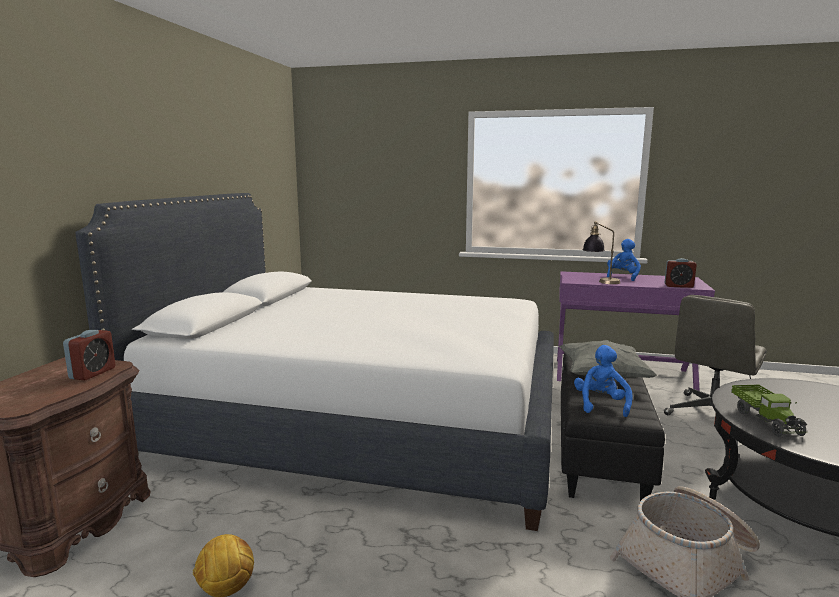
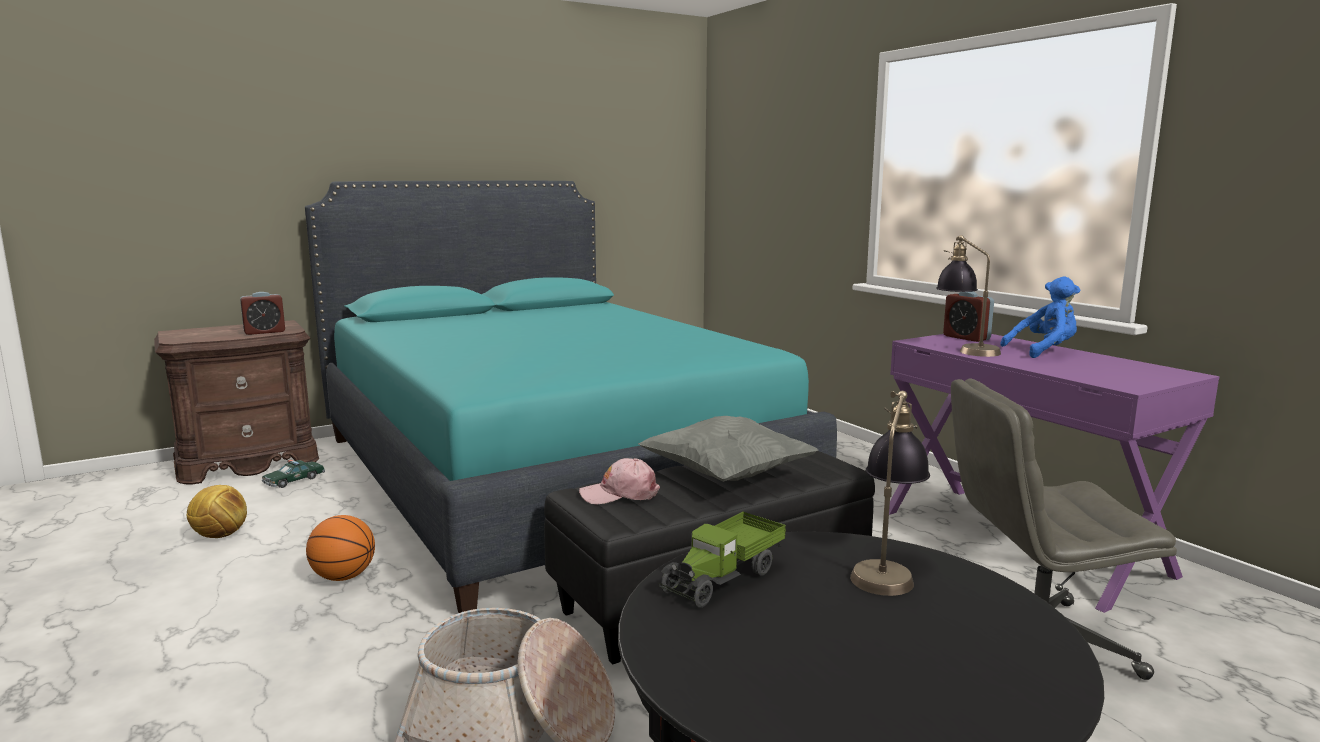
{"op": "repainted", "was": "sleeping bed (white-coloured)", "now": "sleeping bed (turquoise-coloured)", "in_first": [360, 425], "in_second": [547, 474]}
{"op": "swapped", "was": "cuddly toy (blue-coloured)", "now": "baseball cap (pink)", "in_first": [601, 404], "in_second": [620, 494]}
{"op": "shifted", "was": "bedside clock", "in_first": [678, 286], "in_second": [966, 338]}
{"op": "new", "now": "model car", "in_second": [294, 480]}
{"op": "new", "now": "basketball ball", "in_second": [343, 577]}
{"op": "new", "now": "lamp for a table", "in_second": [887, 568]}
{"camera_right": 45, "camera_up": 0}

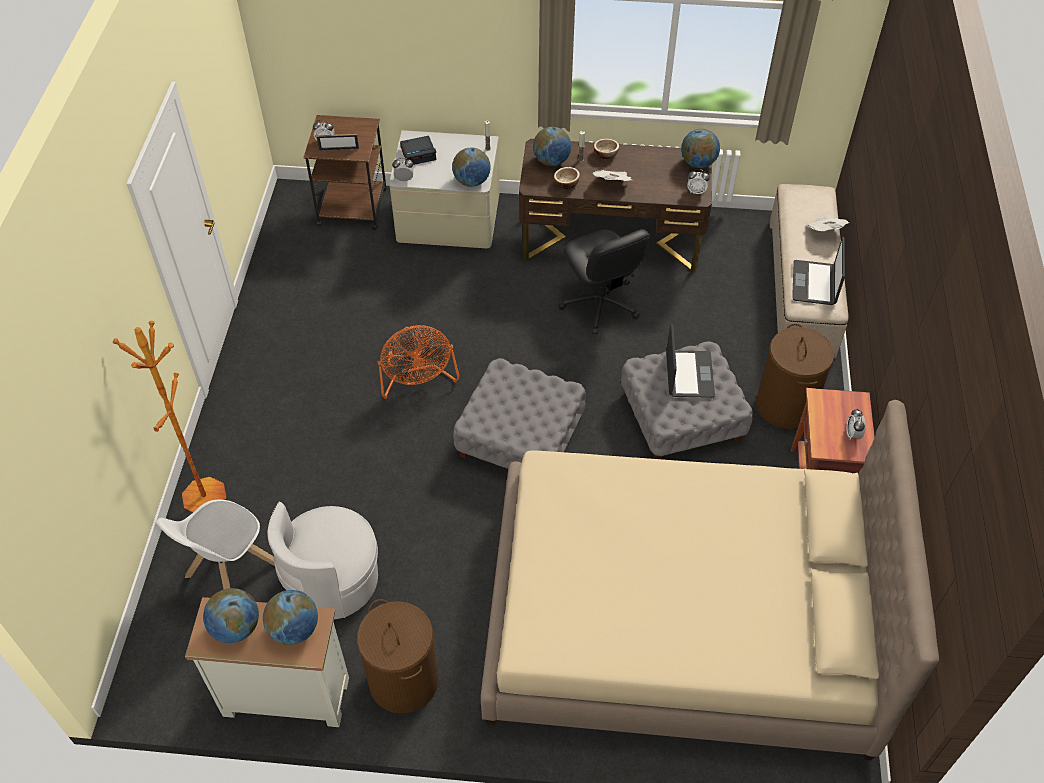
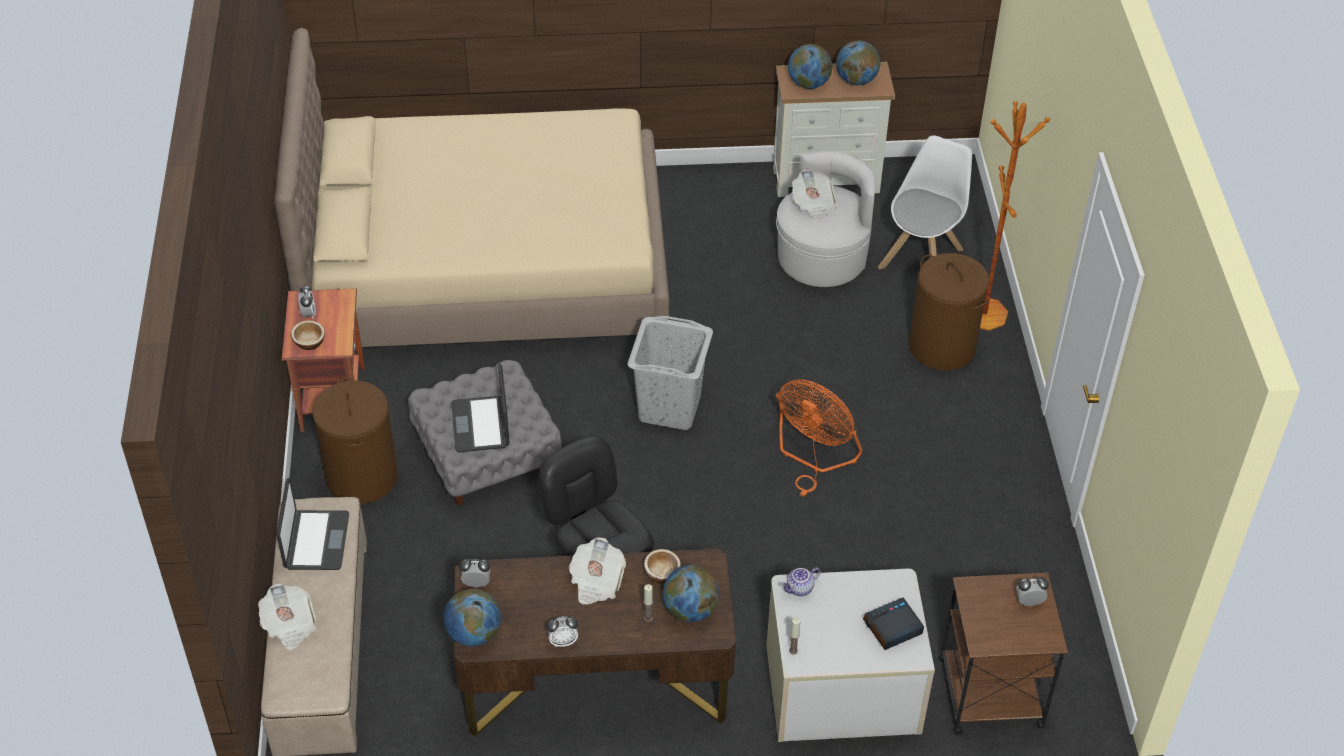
{"op": "gone", "was": "photo frame", "in_first": [339, 149]}
{"op": "shifted", "was": "laundry basket (brown-coloured)", "in_first": [403, 680], "in_second": [942, 347]}
{"op": "rotated", "was": "fan (orangey)", "in_first": [414, 379], "in_second": [810, 456], "clockwise": 60}
{"op": "shifted", "was": "bedside clock", "in_first": [404, 179], "in_second": [563, 641]}
{"op": "swapped", "was": "world globe", "now": "pot for tea", "in_first": [472, 181], "in_second": [799, 589]}
{"op": "swapped", "was": "pouffe (greyish)", "now": "laundry basket (greyish)", "in_first": [520, 436], "in_second": [670, 407]}
{"op": "shifted", "was": "bowl", "in_first": [606, 154], "in_second": [309, 342]}
{"op": "new", "now": "daily paper", "in_second": [813, 205]}
{"camera_right": 170, "camera_up": -5}

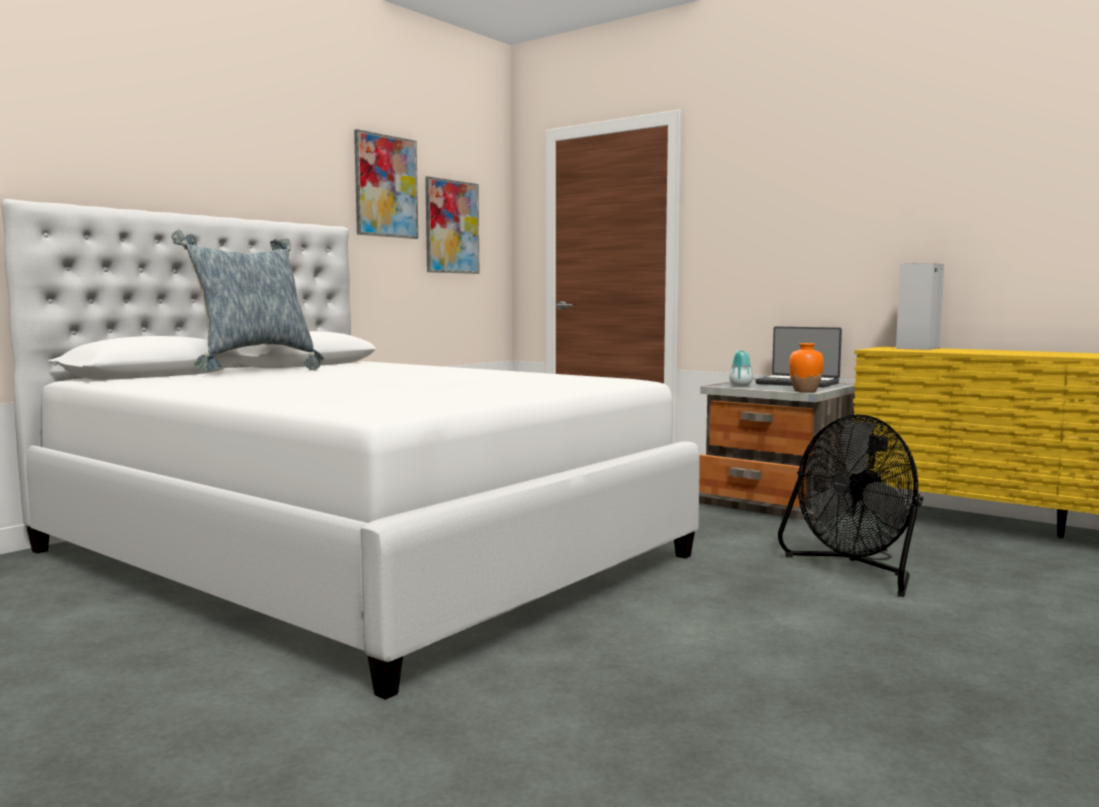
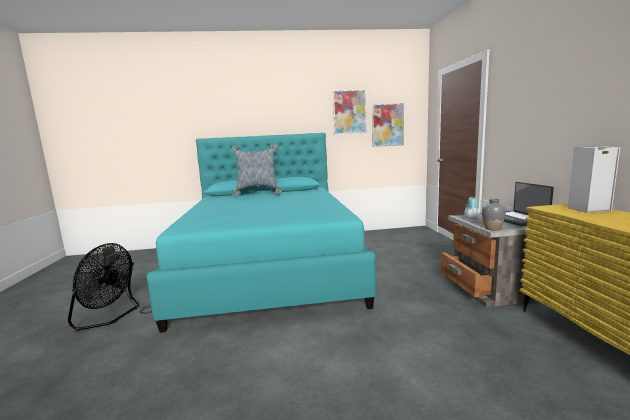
{"op": "repainted", "was": "sleeping bed (white-coloured)", "now": "sleeping bed (turquoise-coloured)", "in_first": [358, 553], "in_second": [270, 268]}
{"op": "shifted", "was": "fan (black-coloured)", "in_first": [857, 569], "in_second": [120, 313]}
{"op": "repainted", "was": "decorative vase (orangey)", "now": "decorative vase (greyish)", "in_first": [805, 391], "in_second": [492, 228]}
{"camera_right": 45, "camera_up": 5}

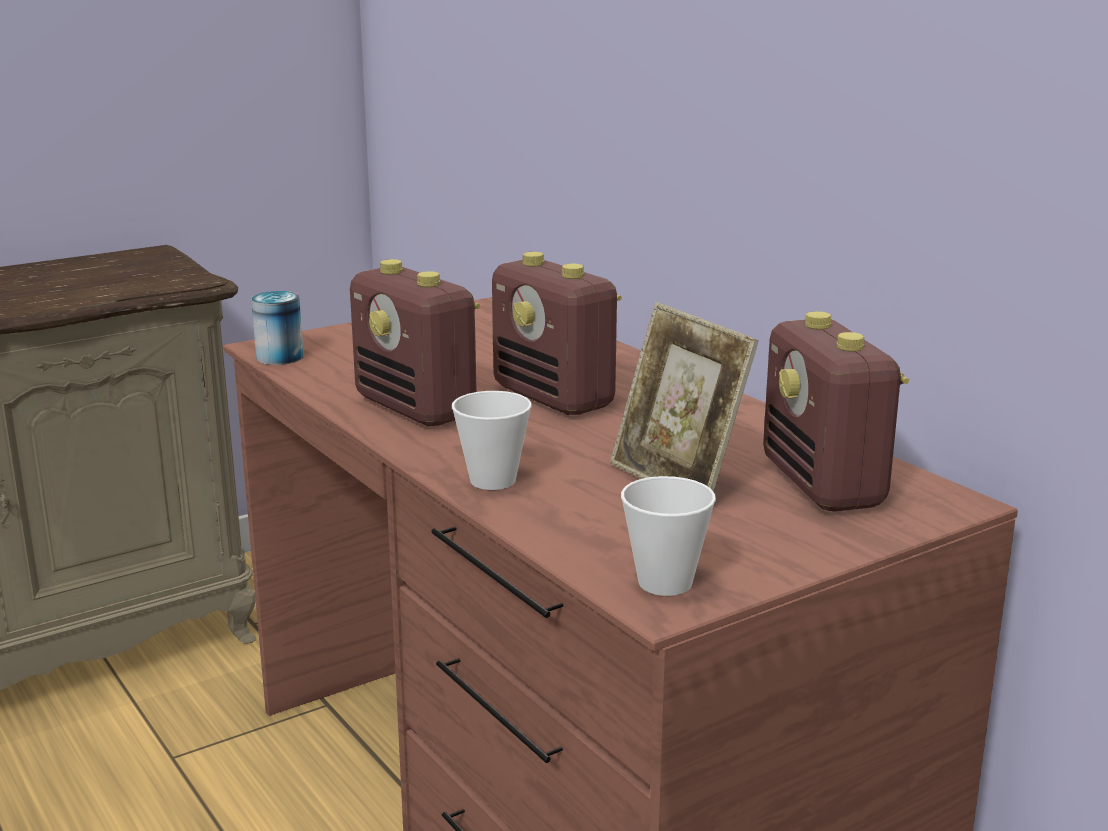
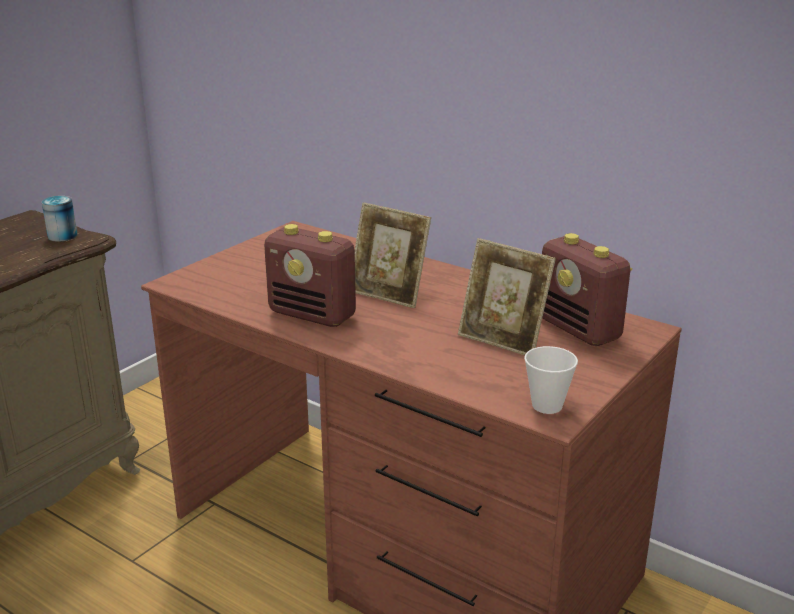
{"op": "shifted", "was": "can", "in_first": [280, 357], "in_second": [62, 236]}
{"op": "gone", "was": "small cup", "in_first": [493, 480]}
{"op": "swapped", "was": "radio", "now": "photo frame", "in_first": [555, 398], "in_second": [388, 295]}
{"camera_right": -20, "camera_up": 5}

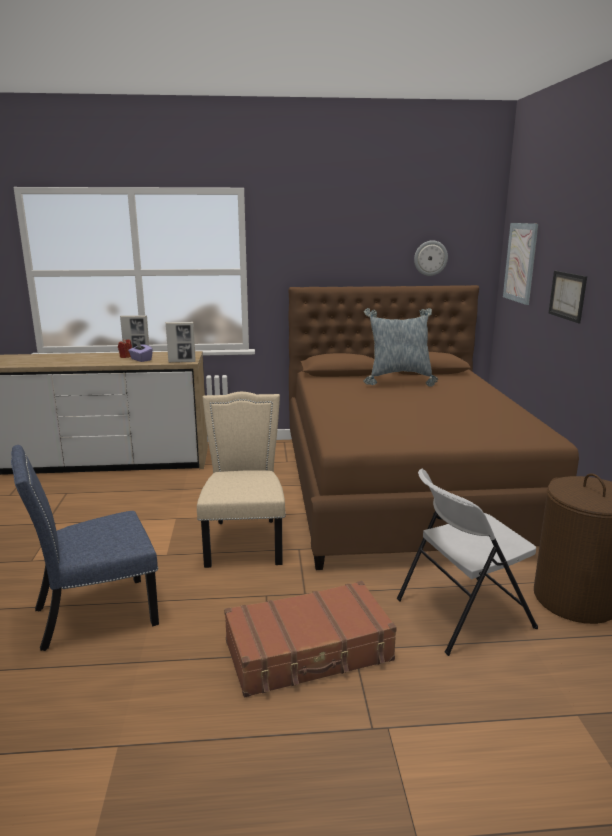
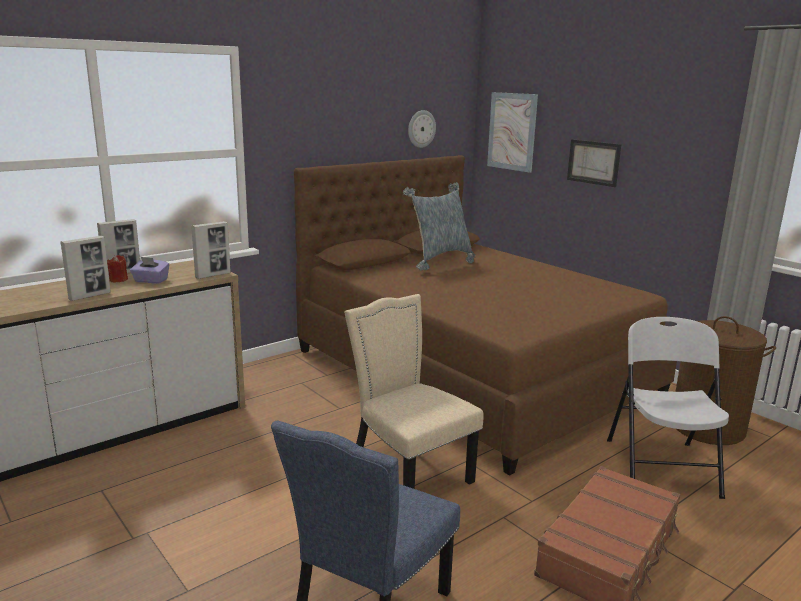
{"op": "rotated", "was": "plain chair (white-coloured)", "in_first": [464, 613], "in_second": [662, 467], "clockwise": 150}
{"op": "new", "now": "photo frame", "in_second": [90, 296]}
{"camera_right": -35, "camera_up": 0}

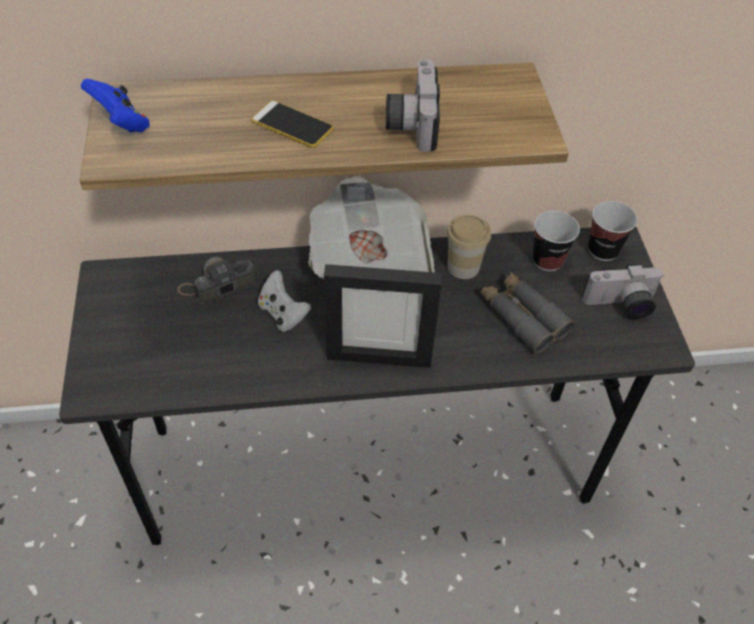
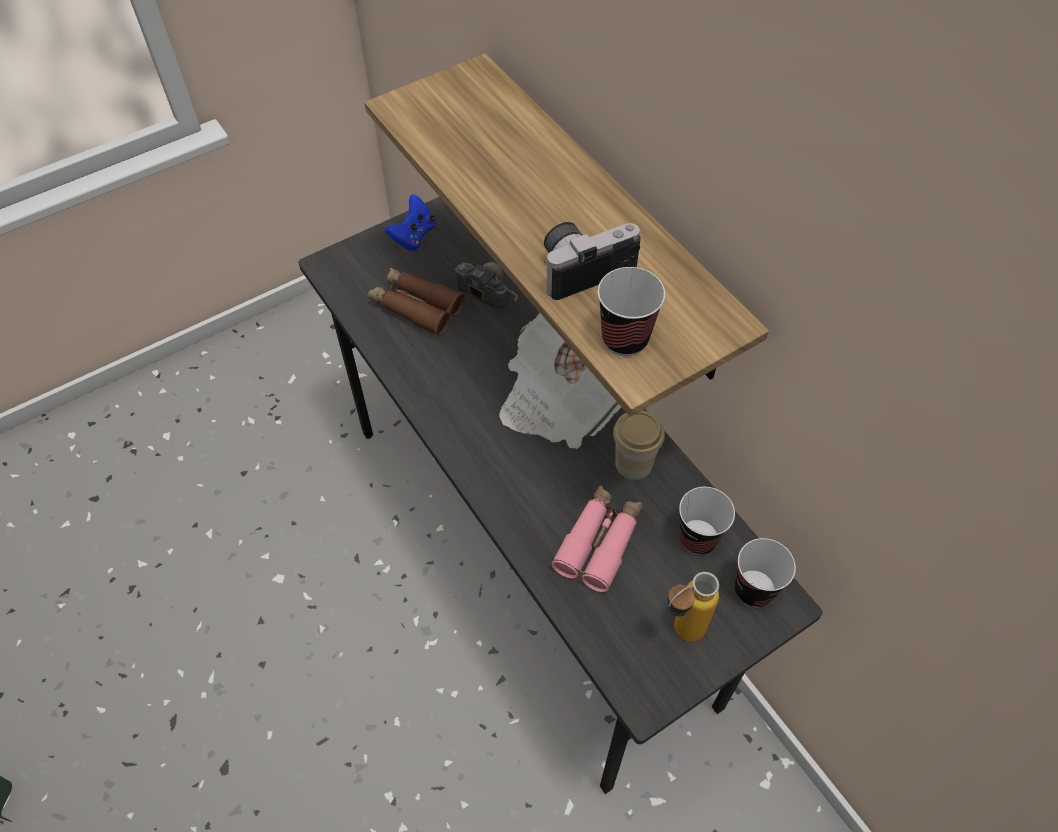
{"op": "shifted", "was": "joypad (blue-coloured)", "in_first": [122, 123], "in_second": [413, 236]}
{"op": "gone", "was": "telephone", "in_first": [292, 125]}
{"op": "gone", "was": "joypad (white-coloured)", "in_first": [283, 314]}
{"op": "gone", "was": "photo frame", "in_first": [379, 356]}
{"op": "repainted", "was": "binoculars (greyish)", "now": "binoculars (pink)", "in_first": [522, 317], "in_second": [599, 542]}
{"op": "swapped", "was": "photo camera", "now": "bottle", "in_first": [620, 306], "in_second": [678, 634]}
{"op": "new", "now": "binoculars (brown-coloured)", "in_second": [416, 306]}
{"op": "new", "now": "small cup", "in_second": [625, 339]}
{"camera_right": 65, "camera_up": 5}

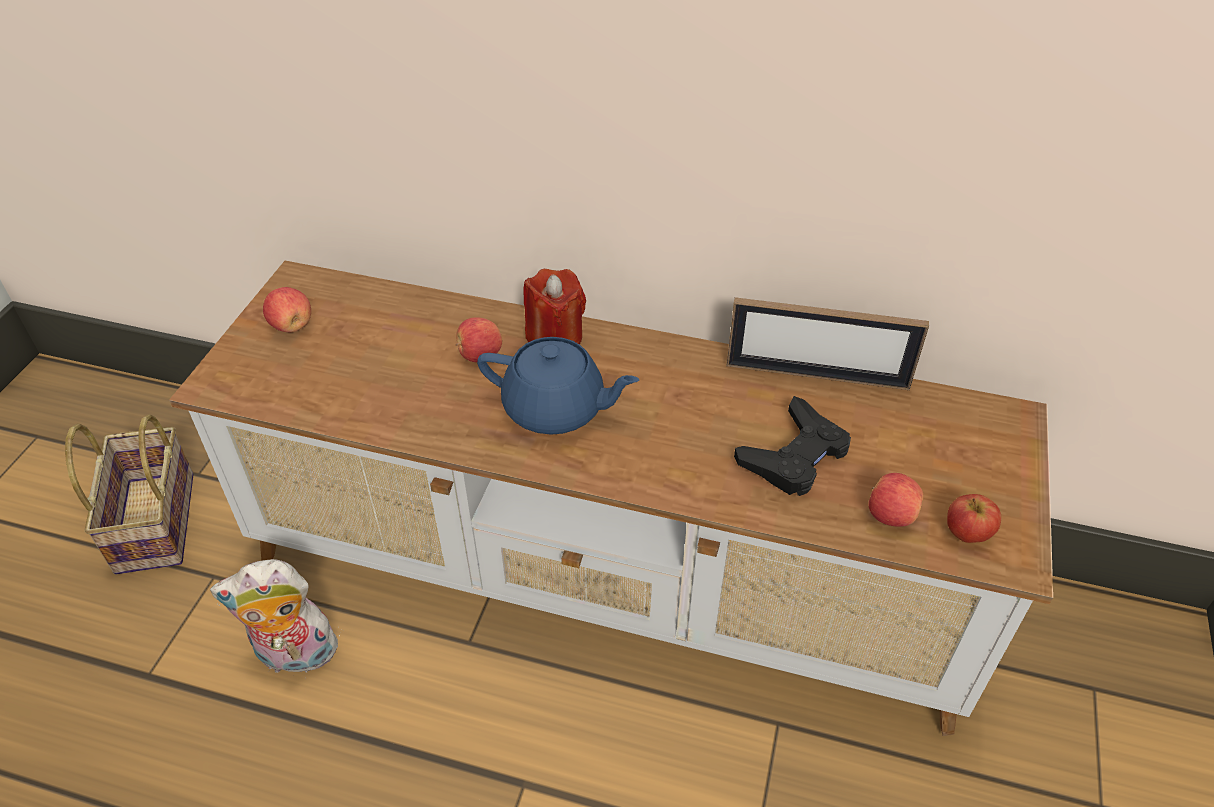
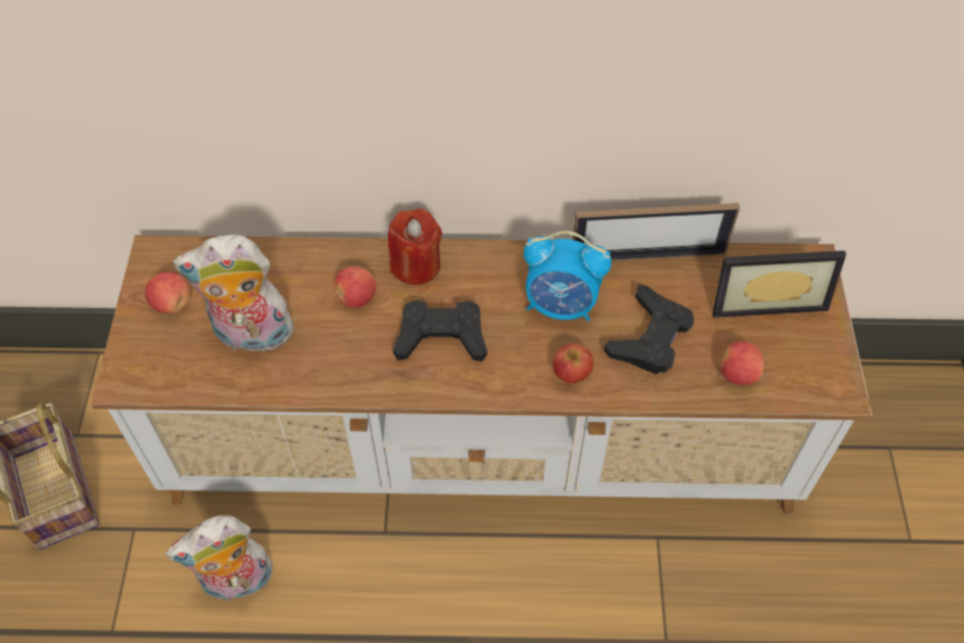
{"op": "swapped", "was": "pot for tea (blue-coloured)", "now": "joypad (black-coloured)", "in_first": [556, 409], "in_second": [441, 337]}
{"op": "shifted", "was": "apple fruit", "in_first": [967, 533], "in_second": [572, 374]}
{"op": "new", "now": "cuddly toy", "in_second": [251, 336]}
{"op": "new", "now": "bedside clock", "in_second": [561, 305]}
{"op": "new", "now": "photo frame", "in_second": [766, 297]}
{"camera_right": -15, "camera_up": 10}

